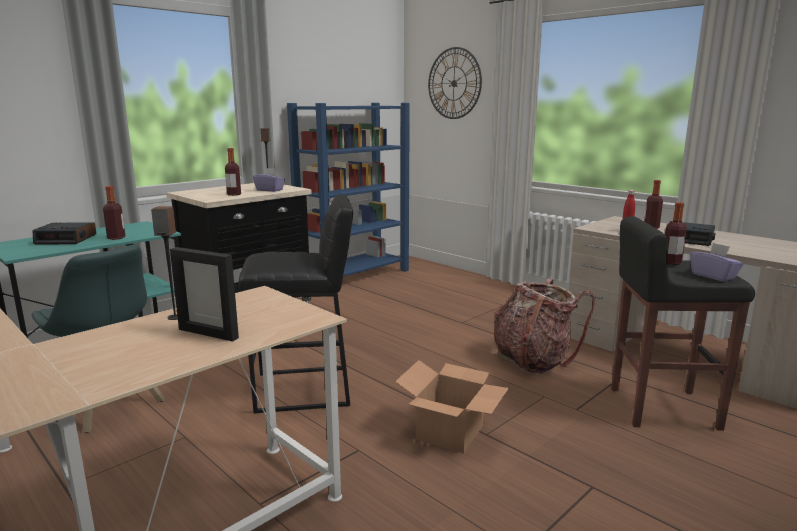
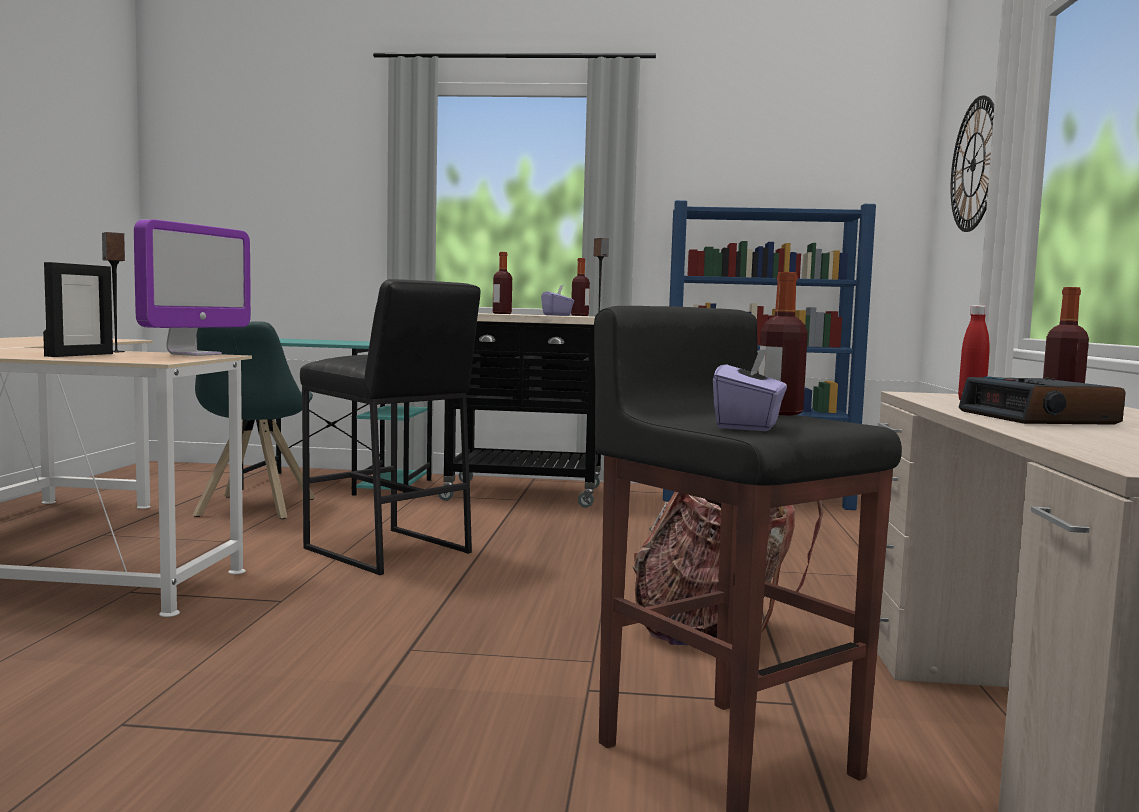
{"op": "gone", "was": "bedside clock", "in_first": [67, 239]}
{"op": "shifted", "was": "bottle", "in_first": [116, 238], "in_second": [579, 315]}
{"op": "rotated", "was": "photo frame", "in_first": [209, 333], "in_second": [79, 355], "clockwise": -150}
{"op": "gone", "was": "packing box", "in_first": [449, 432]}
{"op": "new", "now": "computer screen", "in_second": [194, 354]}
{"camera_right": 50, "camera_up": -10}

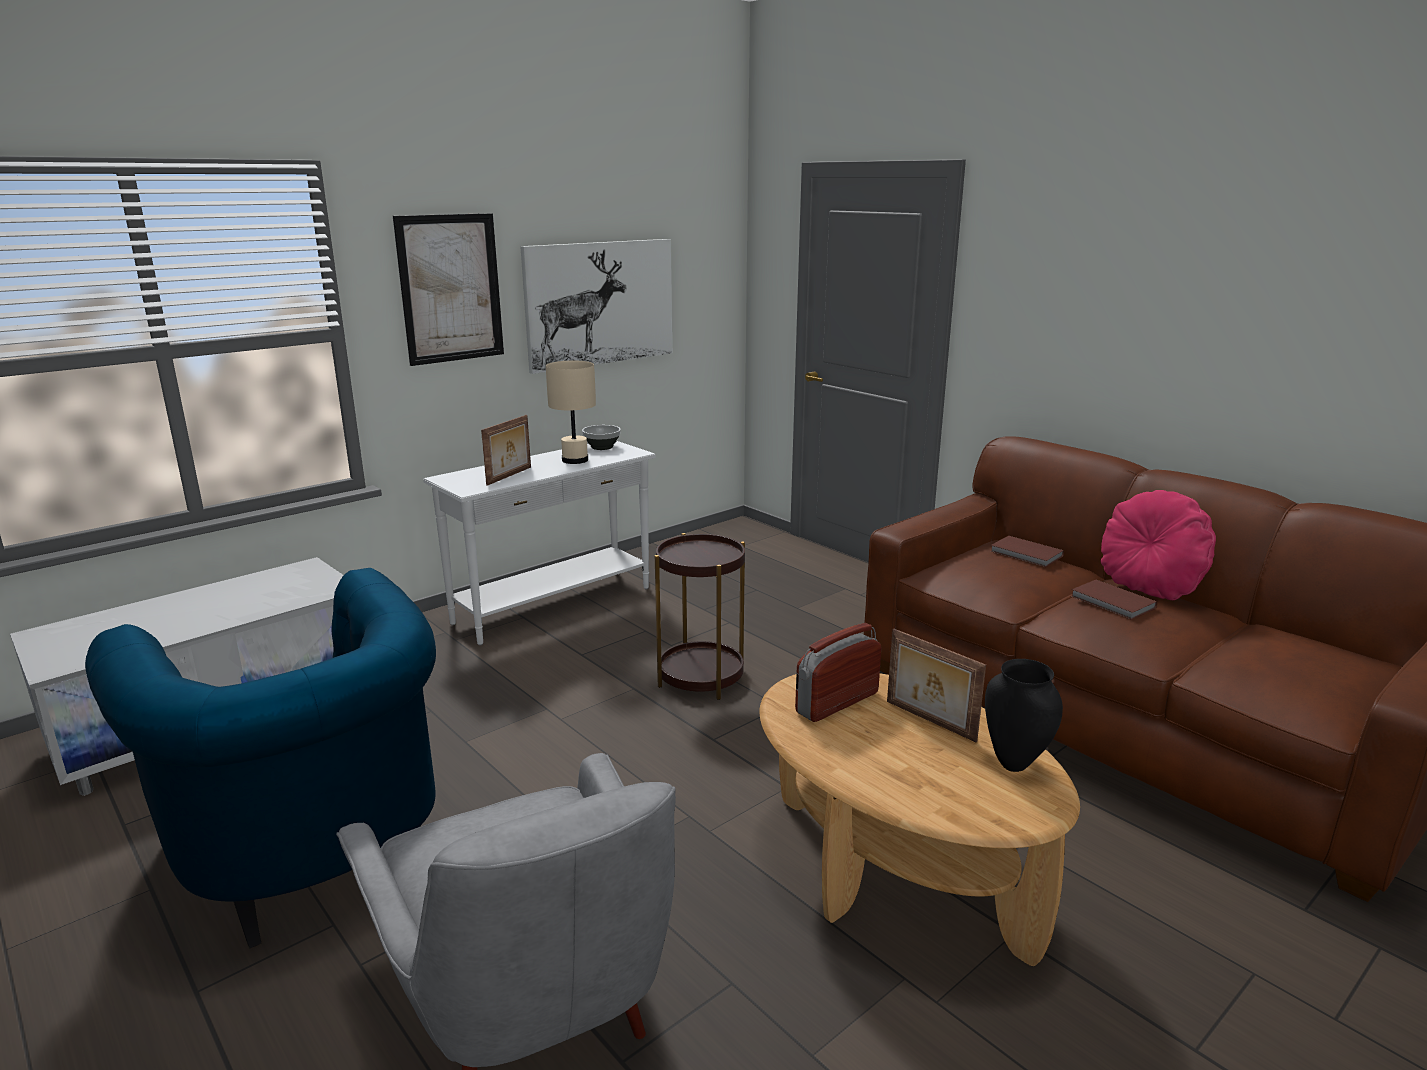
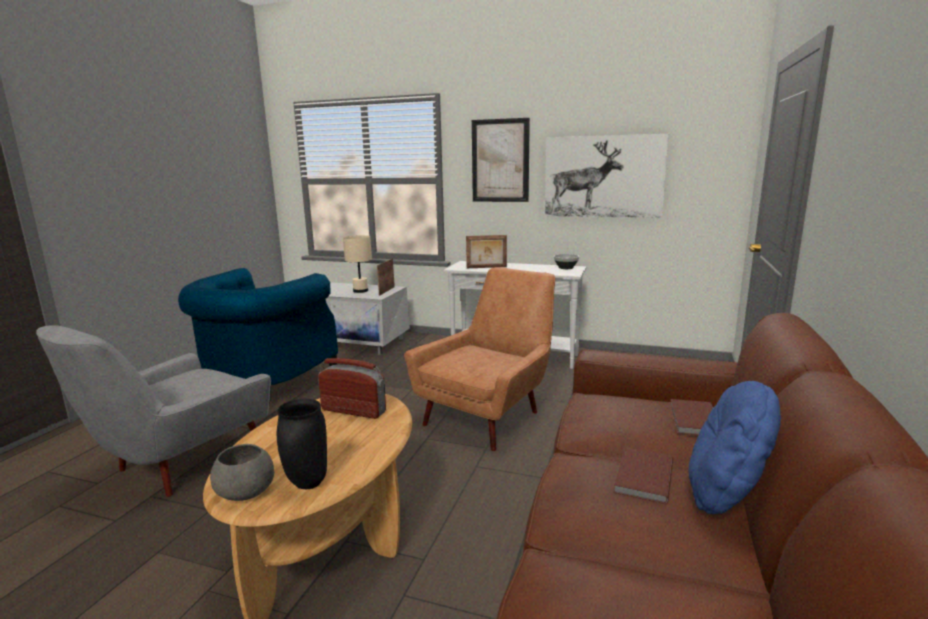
{"op": "shifted", "was": "lamp for a table (sand-coloured)", "in_first": [575, 460], "in_second": [360, 291]}
{"op": "swapped", "was": "side table (brown-coloured)", "now": "lounge chair (brown-coloured)", "in_first": [701, 677], "in_second": [489, 414]}
{"op": "shifted", "was": "photo frame", "in_first": [929, 721], "in_second": [386, 291]}
{"op": "repainted", "was": "pillow (pink)", "now": "pillow (blue-coloured)", "in_first": [1148, 589], "in_second": [724, 497]}
{"op": "new", "now": "bowl (greyish)", "in_second": [246, 491]}
{"camera_right": 60, "camera_up": -5}

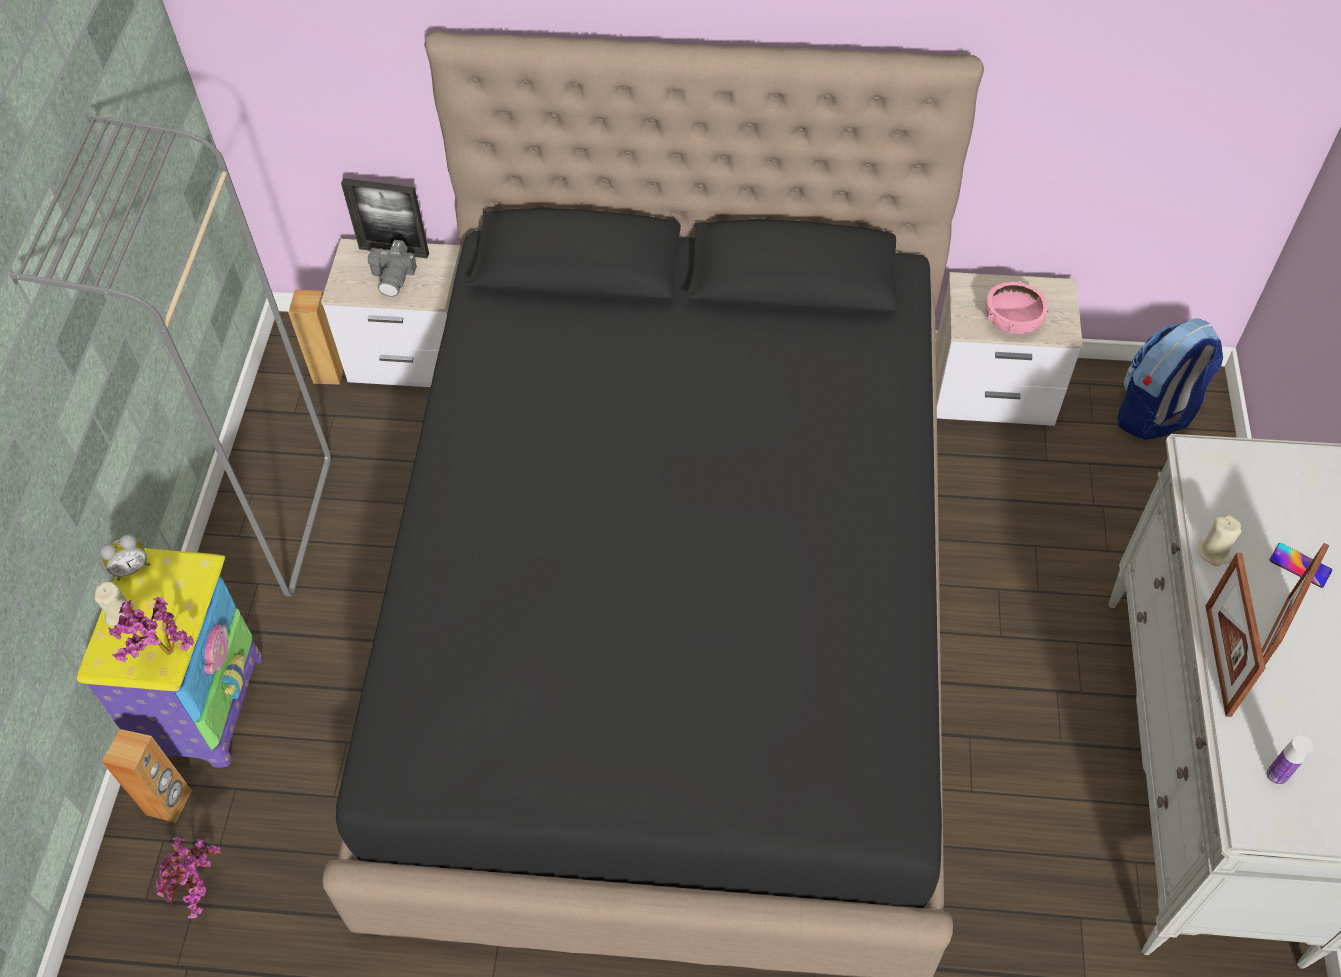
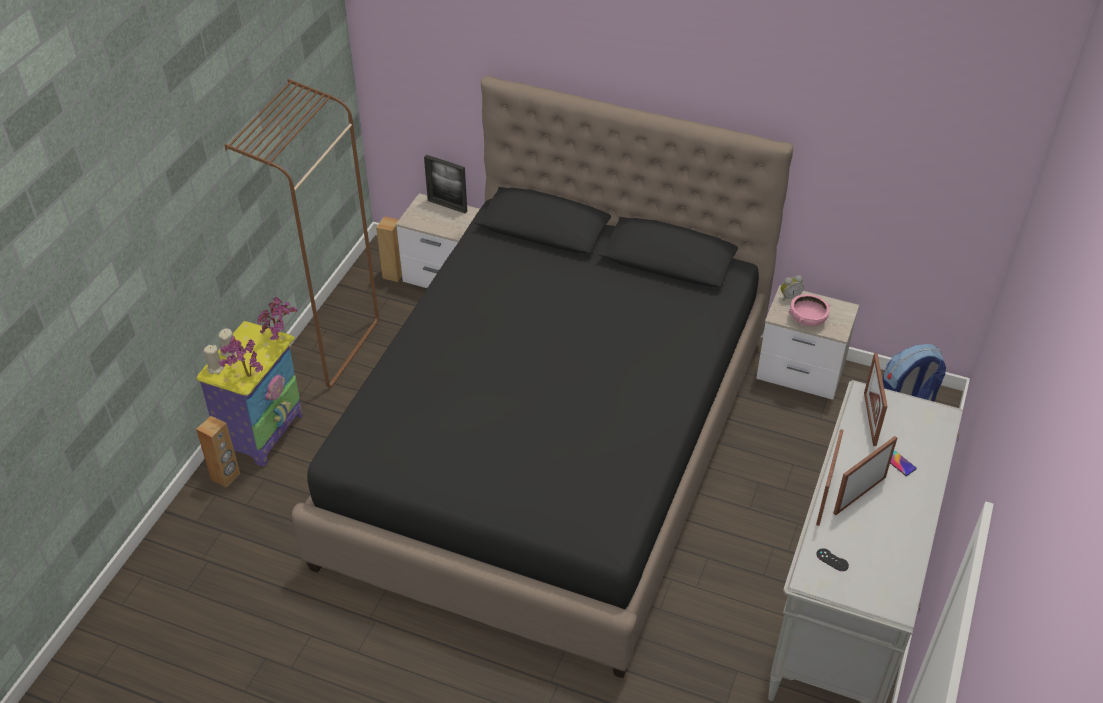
{"op": "repainted", "was": "garment rack (greyish)", "now": "garment rack (brown-coloured)", "in_first": [266, 521], "in_second": [329, 345]}
{"op": "shifted", "was": "bedside clock", "in_first": [131, 568], "in_second": [789, 297]}
{"op": "shifted", "was": "houseplant", "in_first": [201, 890], "in_second": [280, 339]}
{"op": "gone", "was": "photo camera", "in_first": [394, 276]}
{"op": "shifted", "was": "candle (sand-coloured)", "in_first": [1214, 552], "in_second": [215, 368]}
{"op": "swapped", "was": "bottle", "now": "joypad (black-coloured)", "in_first": [1276, 775], "in_second": [832, 560]}
{"op": "new", "now": "photo frame", "in_second": [870, 419]}
{"camera_right": 15, "camera_up": -10}

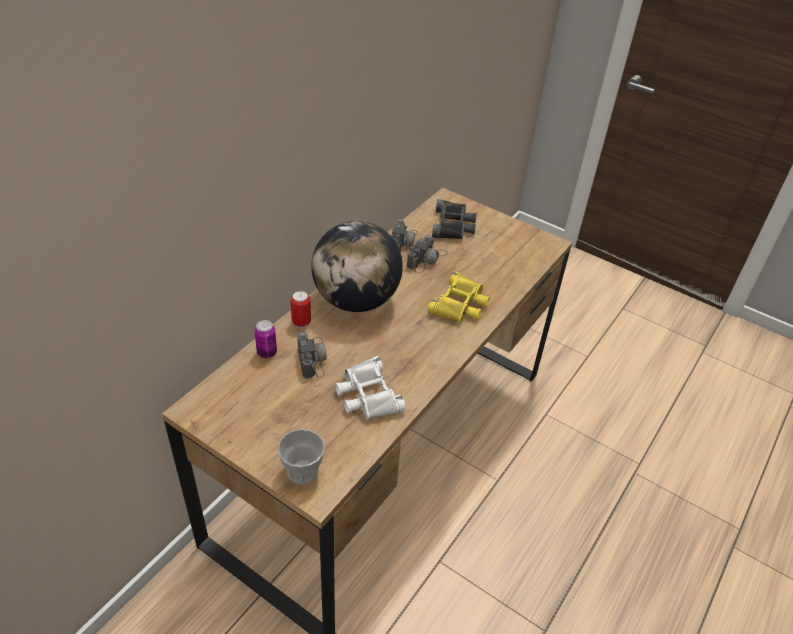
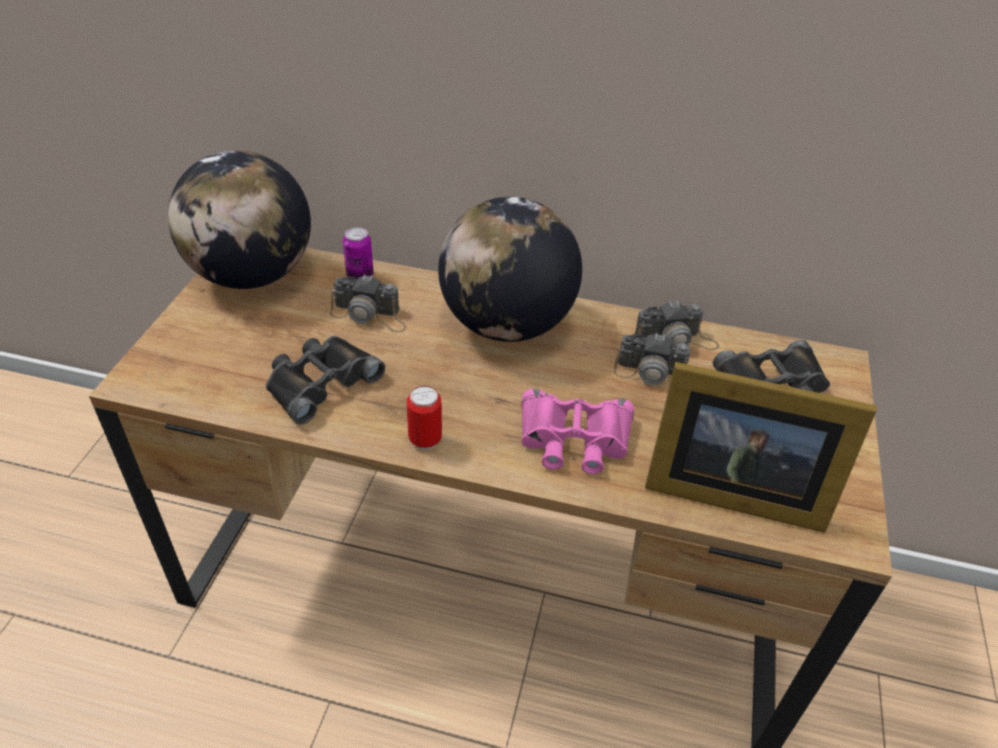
{"op": "gone", "was": "small cup", "in_first": [302, 471]}
{"op": "shifted", "was": "can", "in_first": [301, 322], "in_second": [425, 440]}
{"op": "rotated", "was": "photo camera", "in_first": [312, 357], "in_second": [370, 315], "clockwise": 45}
{"op": "repainted", "was": "binoculars (white-coloured)", "now": "binoculars (black-coloured)", "in_first": [367, 395], "in_second": [320, 382]}
{"op": "repainted", "was": "binoculars (yellow)", "now": "binoculars (pink)", "in_first": [460, 304], "in_second": [574, 439]}
{"op": "new", "now": "world globe", "in_second": [252, 275]}
{"op": "new", "now": "photo frame", "in_second": [729, 489]}
{"camera_right": 70, "camera_up": 0}

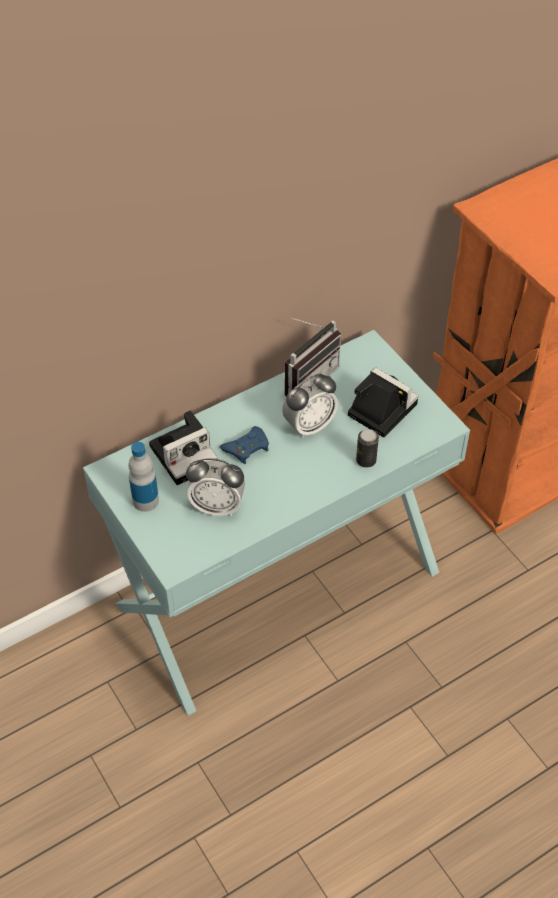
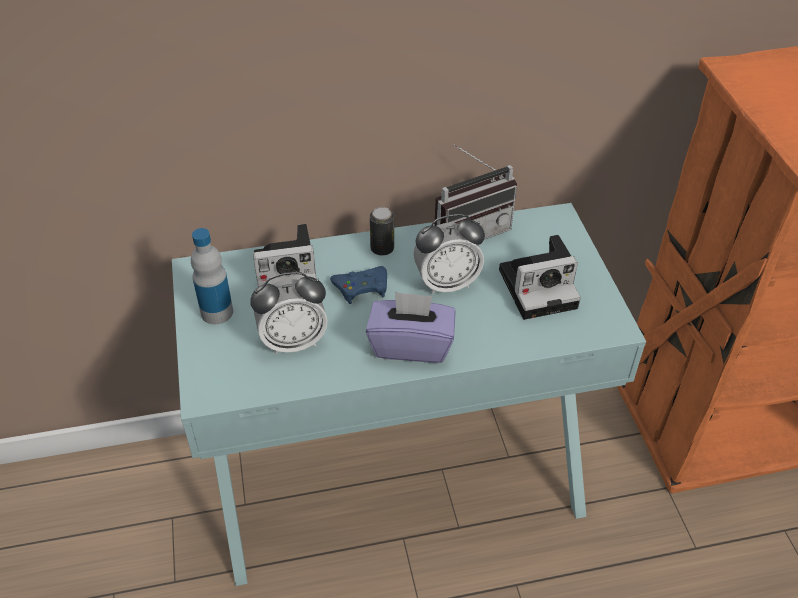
{"op": "rotated", "was": "bedside clock", "in_first": [217, 506], "in_second": [293, 341], "clockwise": -45}
{"op": "rotated", "was": "photo camera", "in_first": [379, 409], "in_second": [540, 287], "clockwise": 105}
{"op": "shifted", "was": "can", "in_first": [366, 460], "in_second": [382, 248]}
{"op": "new", "now": "tissue holder (purple-coloured)", "in_second": [411, 345]}
{"camera_right": 20, "camera_up": -5}

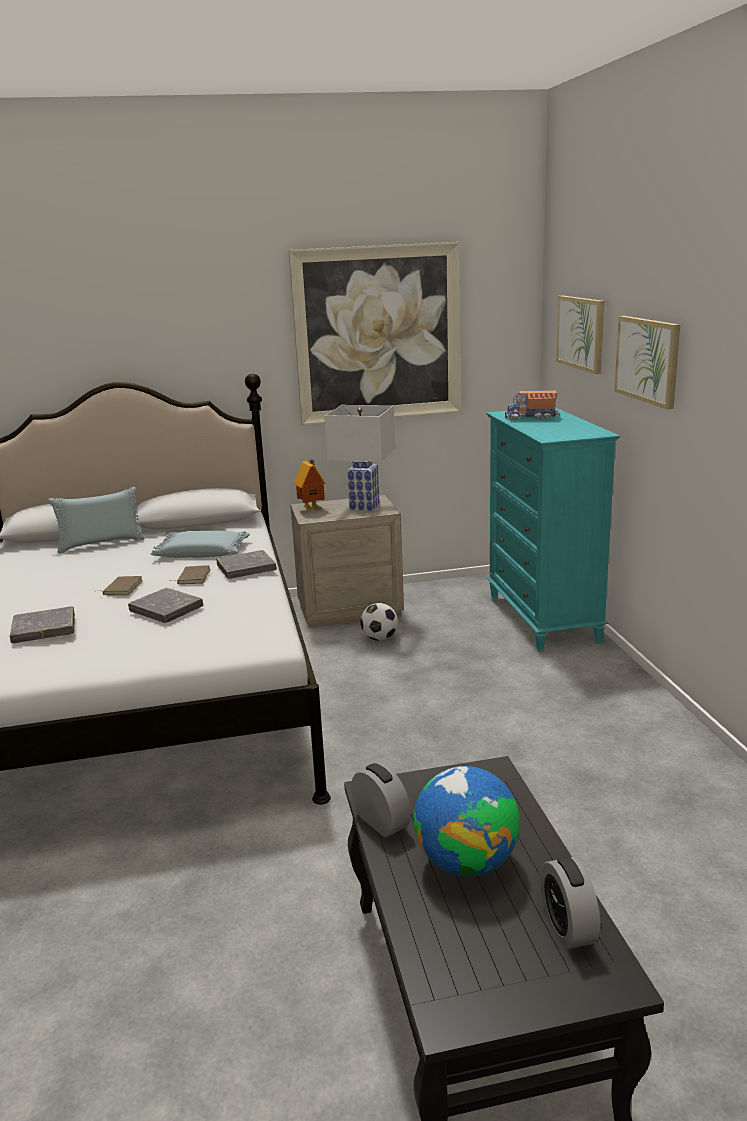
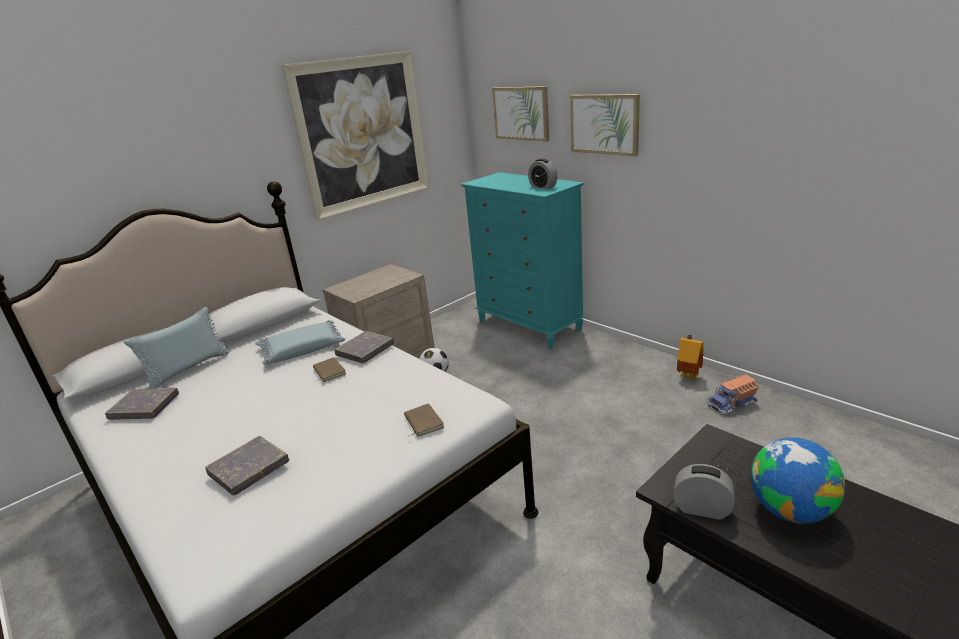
{"op": "shifted", "was": "bound book (brown-coloured)", "in_first": [122, 588], "in_second": [422, 422]}
{"op": "shifted", "was": "bound book (greyish)", "in_first": [166, 610], "in_second": [144, 407]}
{"op": "shifted", "was": "model house", "in_first": [312, 509], "in_second": [688, 376]}
{"op": "gone", "was": "lamp for a table (white-coloured)", "in_first": [363, 507]}
{"op": "shifted", "was": "toy lorry", "in_first": [531, 417], "in_second": [732, 403]}
{"op": "shifted", "was": "bedside clock", "in_first": [567, 927], "in_second": [543, 187]}
{"camera_right": -30, "camera_up": 5}

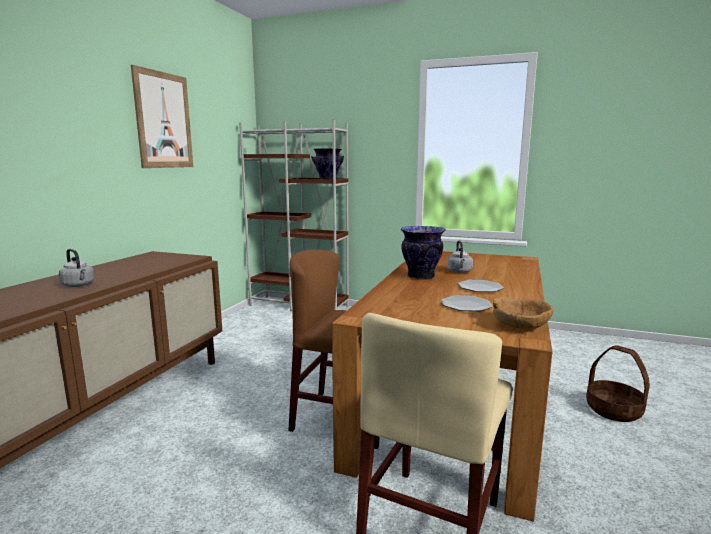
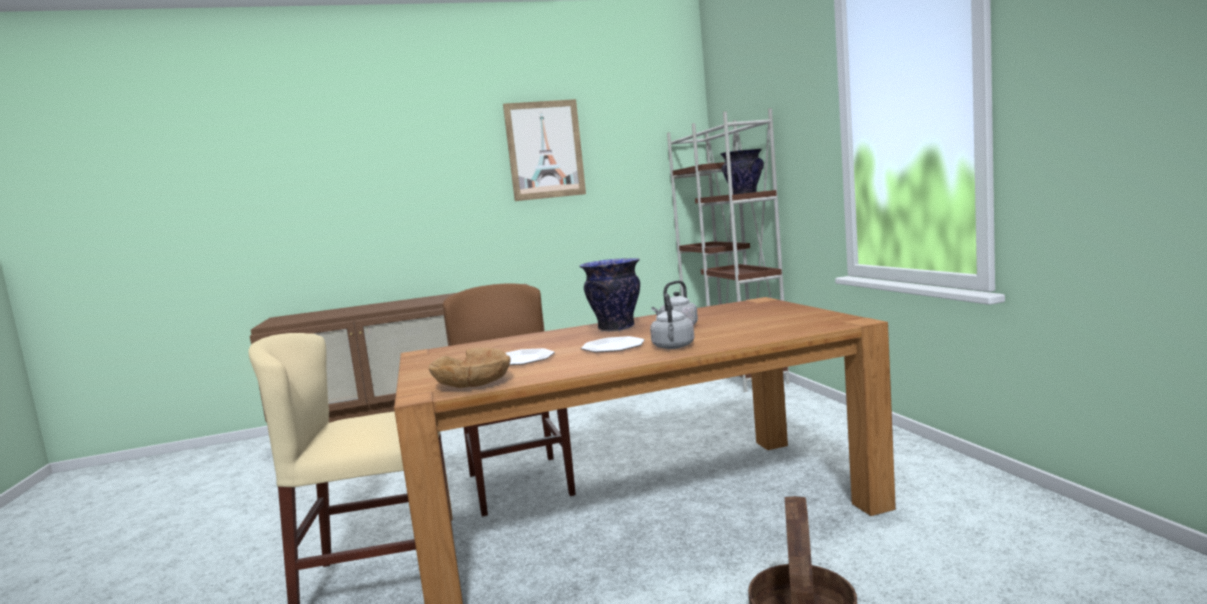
{"op": "shifted", "was": "tea kettle (greyish)", "in_first": [79, 285], "in_second": [673, 347]}
{"camera_right": 55, "camera_up": -5}

